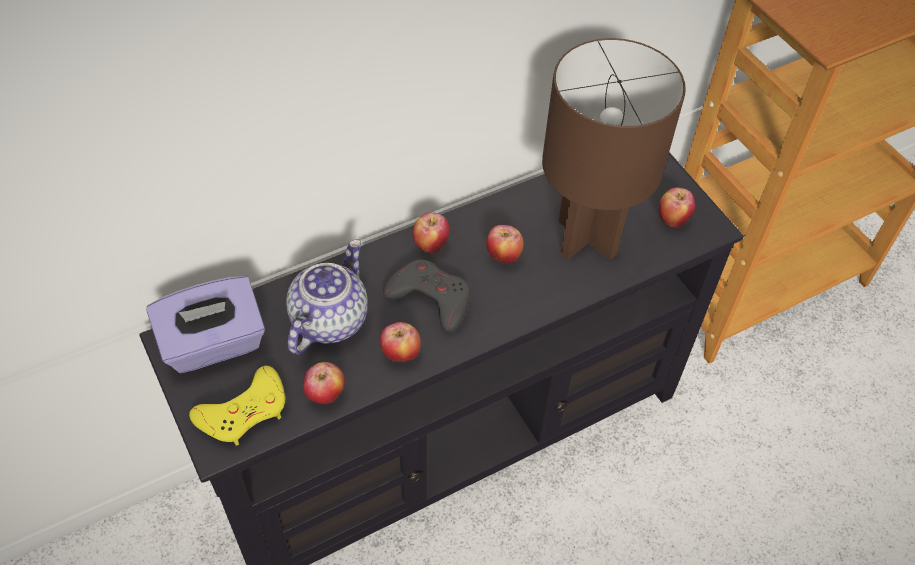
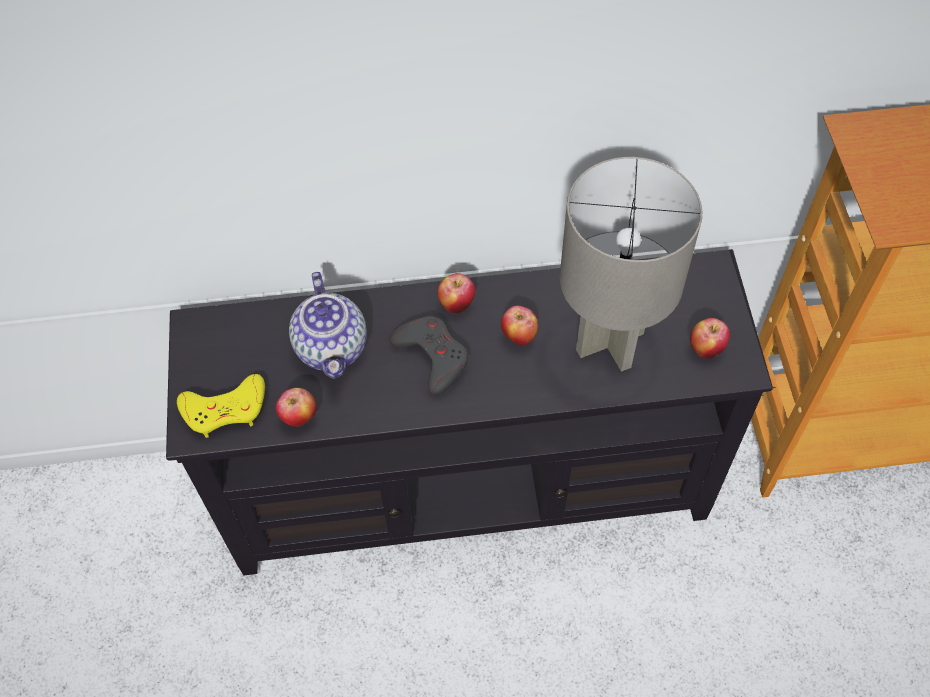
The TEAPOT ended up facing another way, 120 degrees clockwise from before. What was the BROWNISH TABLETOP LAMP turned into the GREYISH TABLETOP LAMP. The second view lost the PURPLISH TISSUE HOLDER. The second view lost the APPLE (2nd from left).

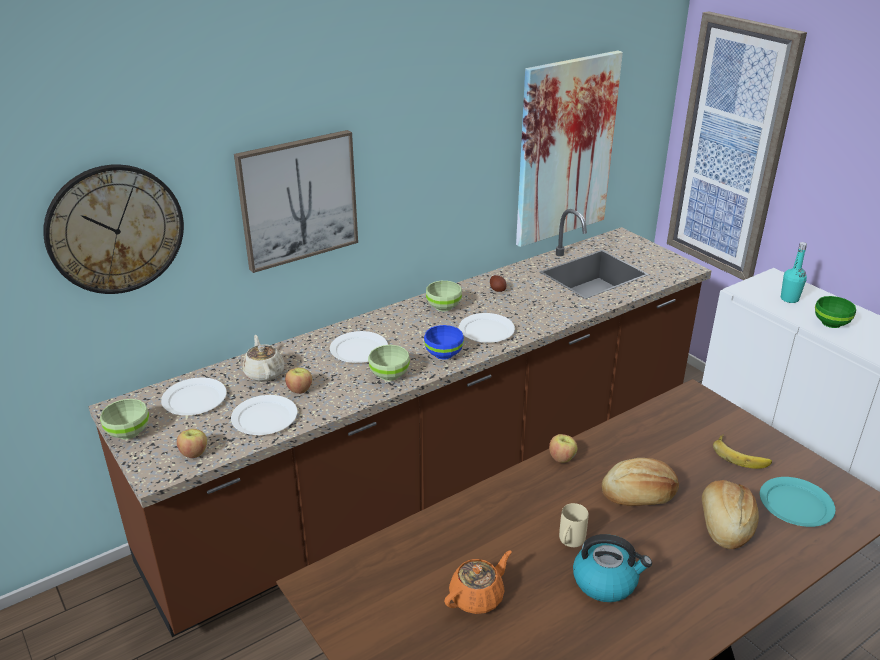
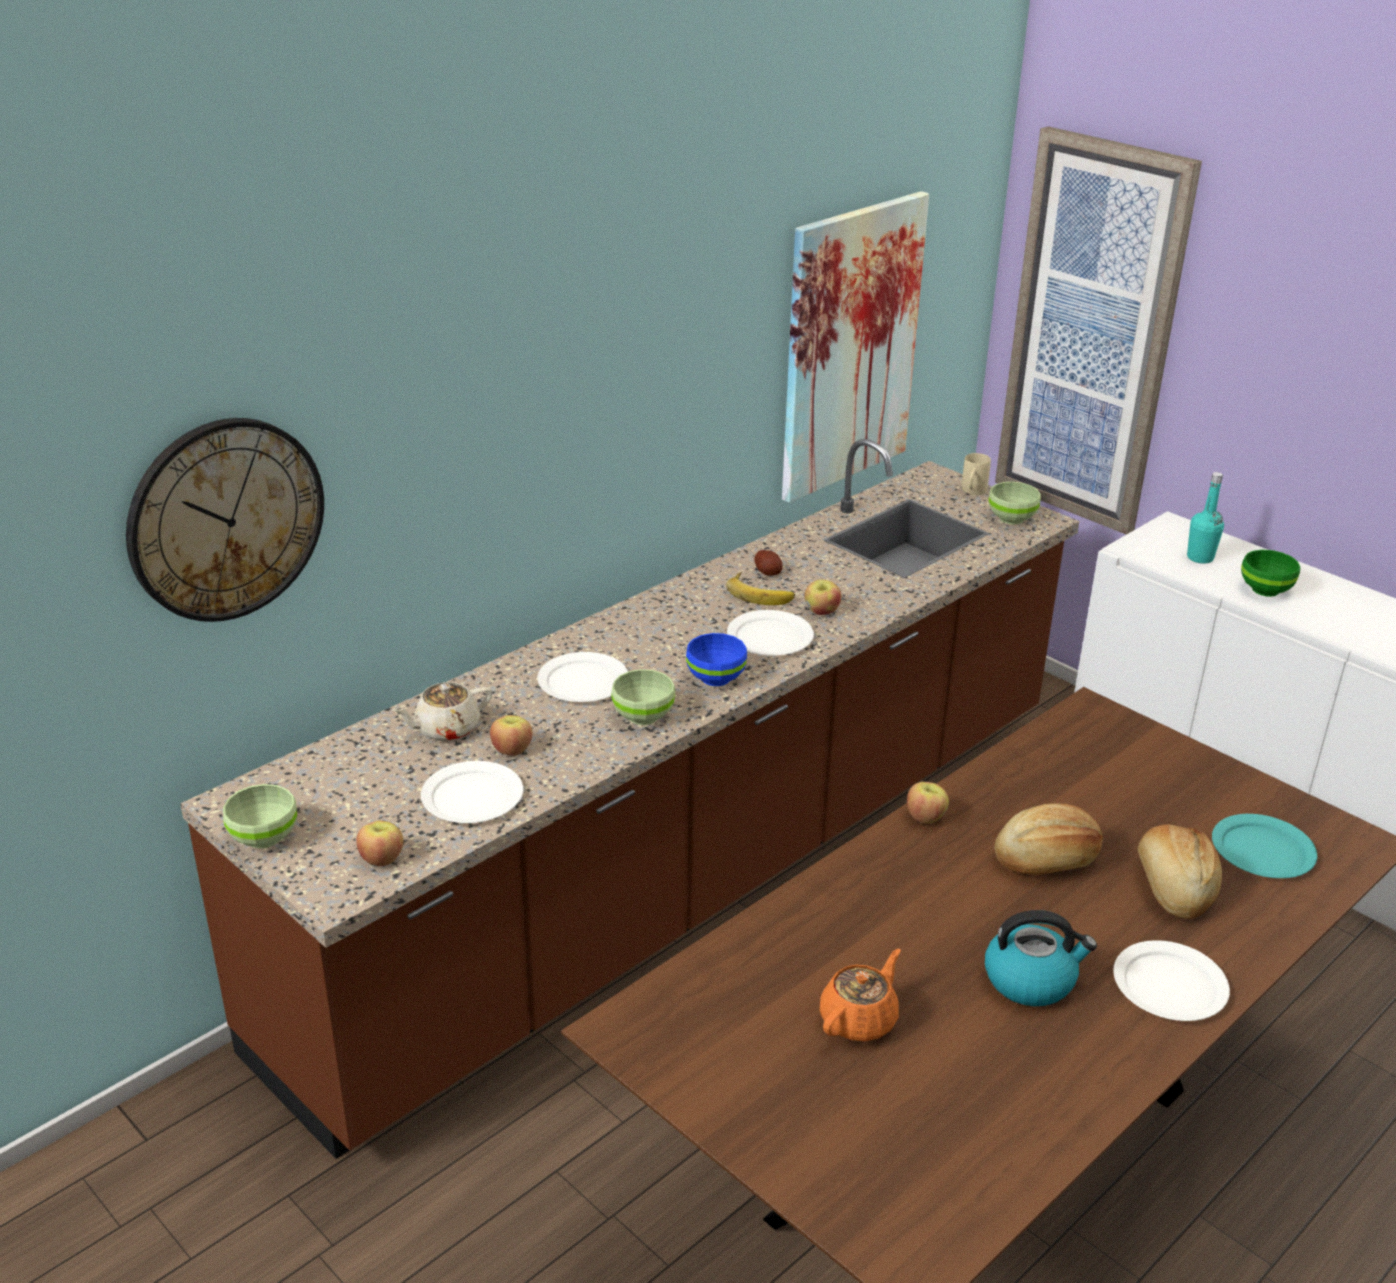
The BEIGE-COLOURED TEAPOT ended up facing another way, 90 degrees counterclockwise from before. The BANANA ended up elsewhere. The second view gained the APPLE (3rd from left). The BEIGE-COLOURED MUG ended up elsewhere. The GREEN SERVING BOWL (3rd from left) ended up elsewhere. The WHITE-COLOURED DINNER PLATE (1st from left in the first image) ended up elsewhere. The second view lost the WALL ART (1st from left).

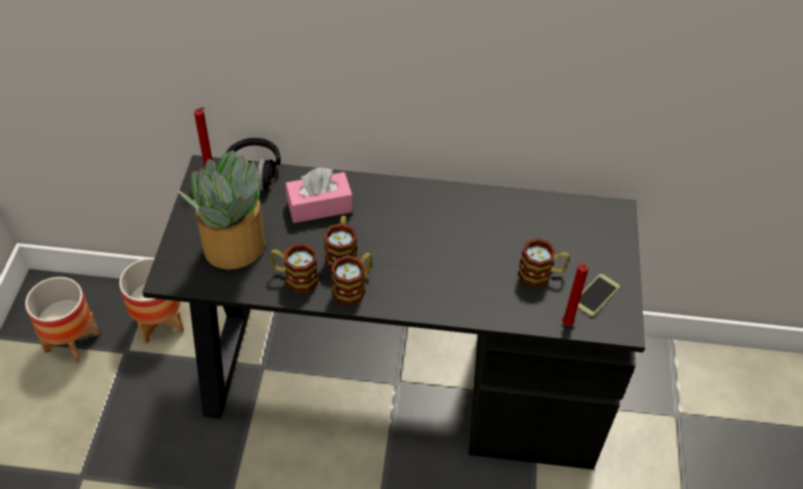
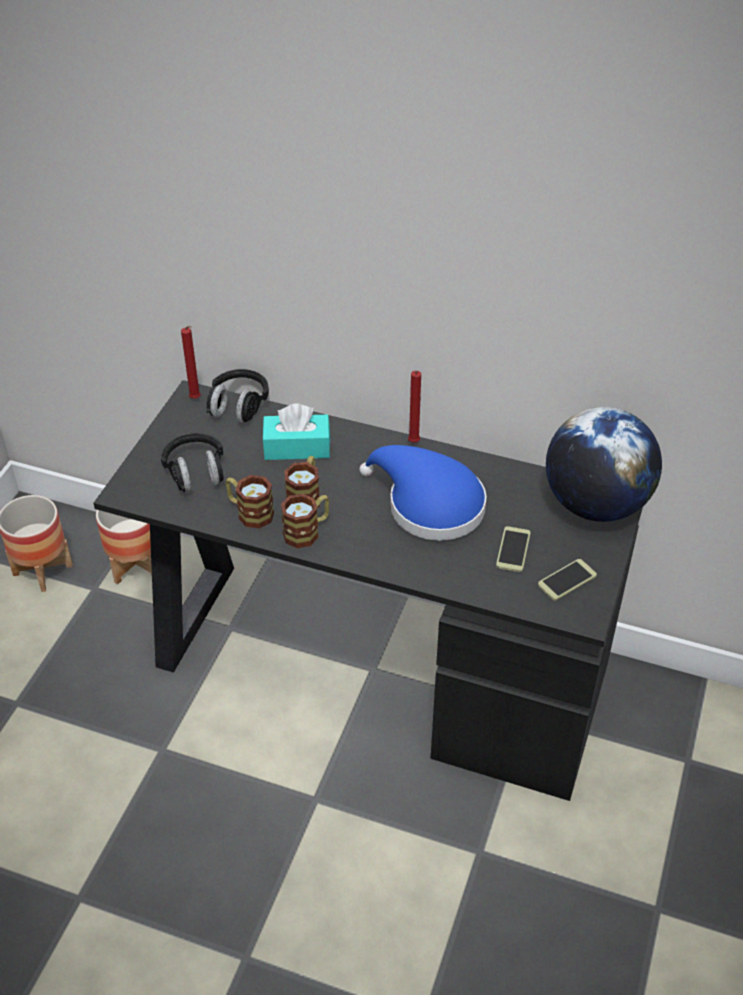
Where the POTTED PLANT stood, the BLACKISH HEADSET (1st from left) came to stand. What was the PINK-COLOURED TISSUE HOLDER turned into the TURQUOISE TISSUE HOLDER. The second view gained the BLUE-COLOURED WEARABLE HAT. The RED WAX LIGHT (2nd from left) ended up elsewhere. Where the MUG (4th from left) stood, the PHONE (1st from left) came to stand. The second view gained the DESK GLOBE.

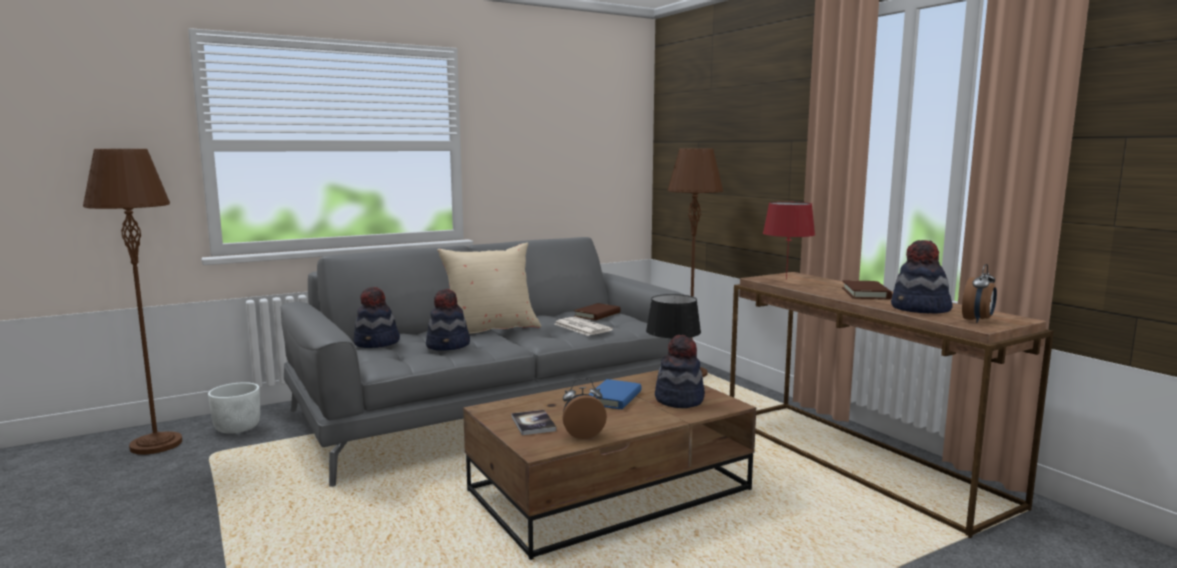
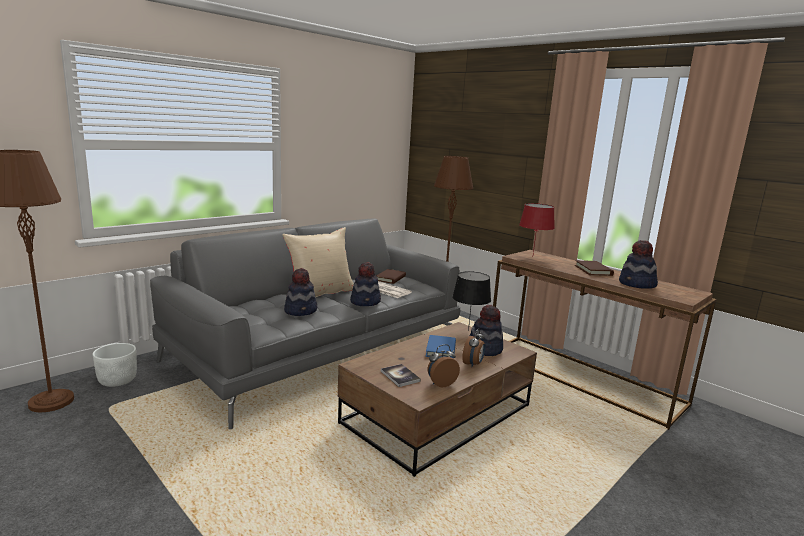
The WEARABLE HAT (1st from left in the first image) ended up elsewhere. The ALARM CLOCK (2nd from left) ended up elsewhere.

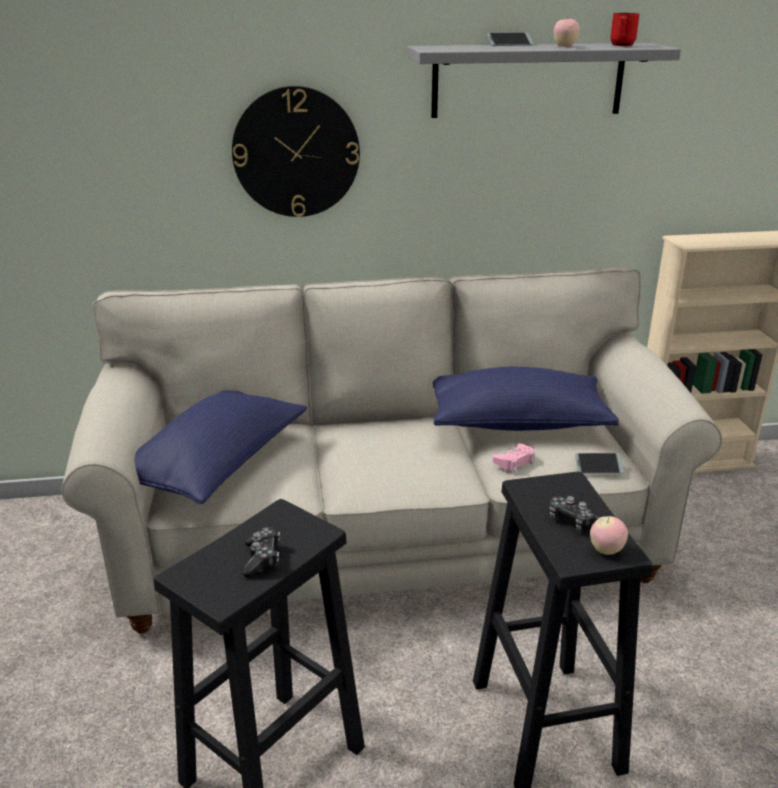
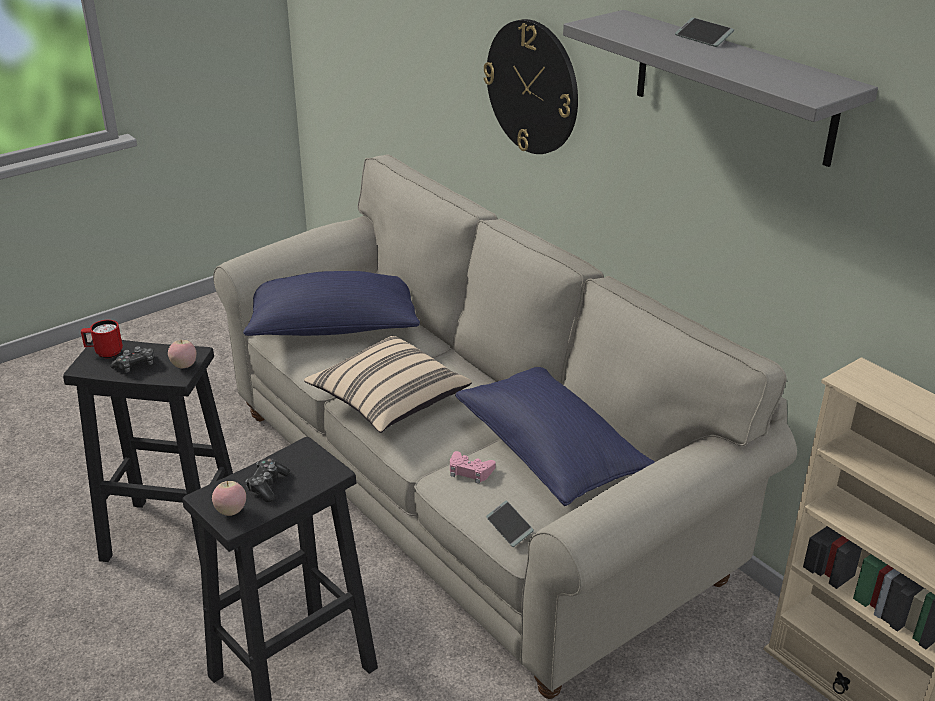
The RED MUG ended up elsewhere. The APPLE (1st from left) ended up elsewhere. The second view gained the BEIGE-COLOURED CUSHION.

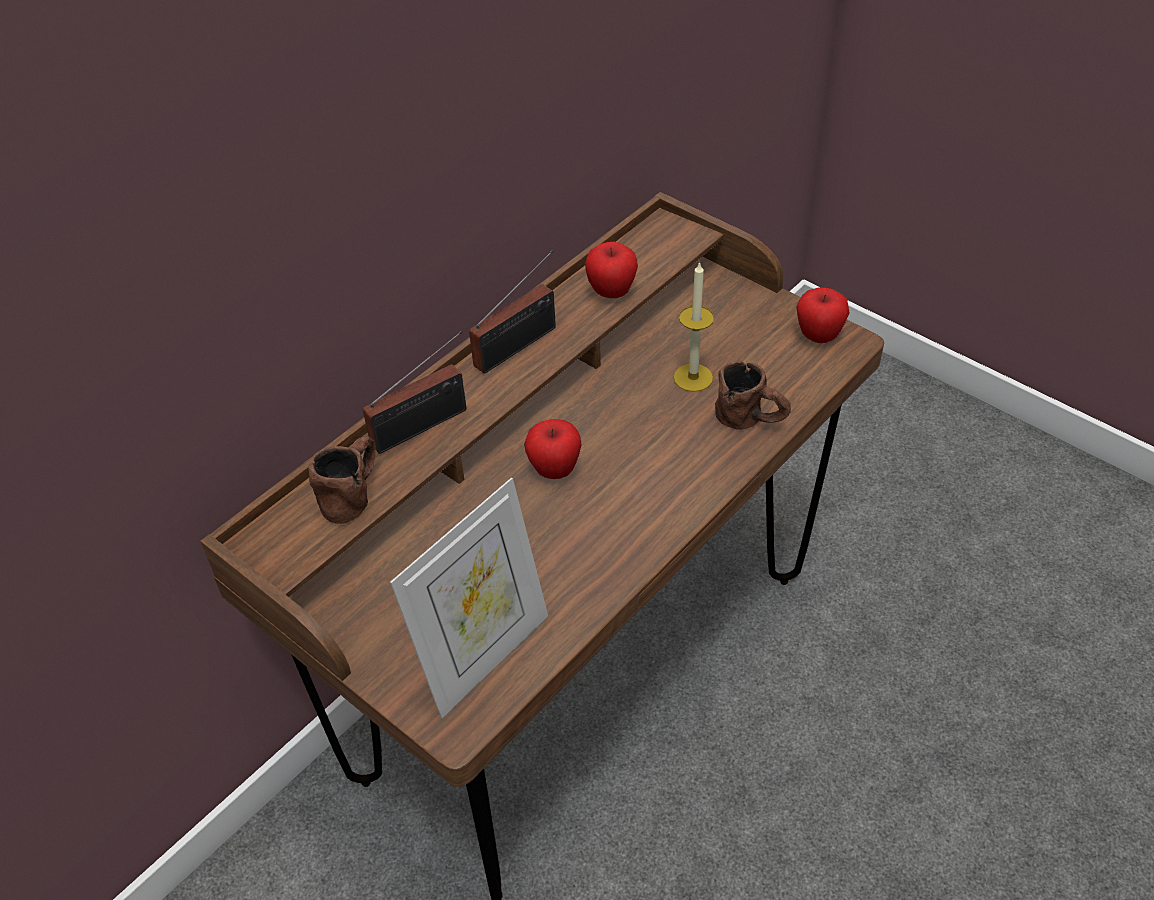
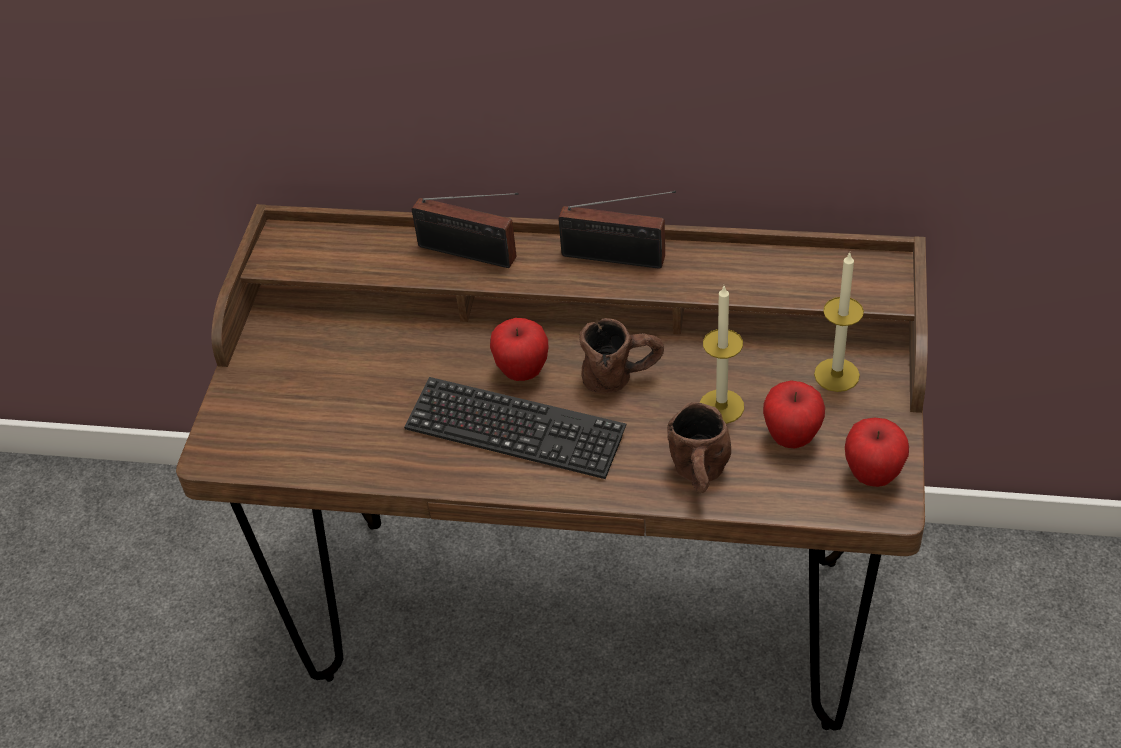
The second view gained the KEYBOARD. The BROWNISH MUG (1st from left) ended up elsewhere. The APPLE (2nd from left) ended up elsewhere. The second view gained the WAX LIGHT (2nd from left). The second view lost the STANDING FRAME.

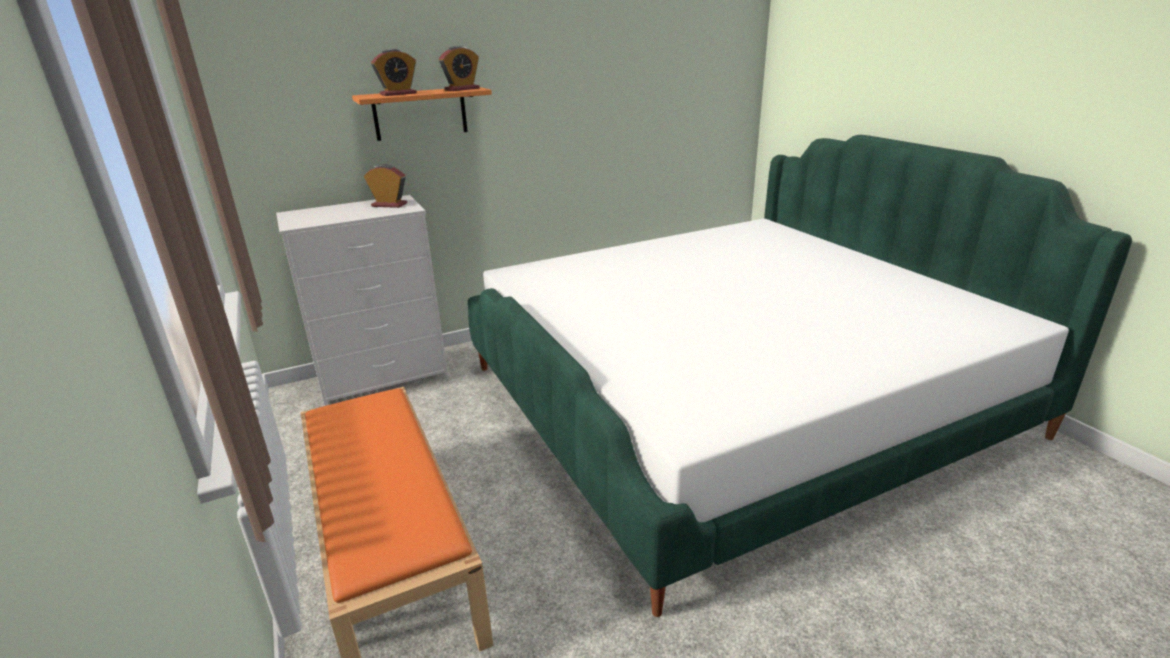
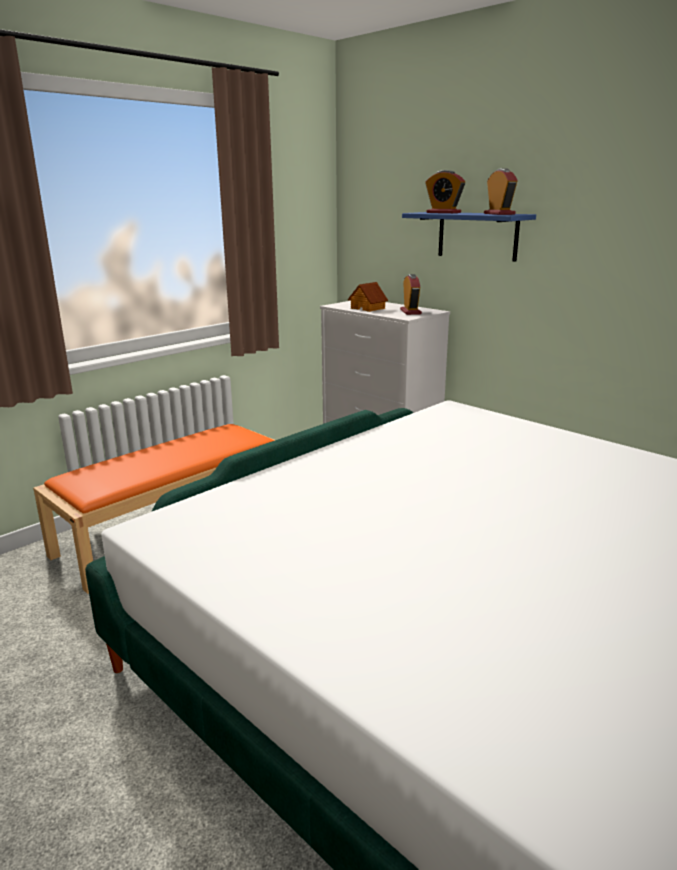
The second view gained the TOY HOUSE. What was the ORANGEY WALL SHELF turned into the BLUE-COLOURED WALL SHELF. The ALARM CLOCK (3rd from left) ended up facing another way, 135 degrees counterclockwise from before.

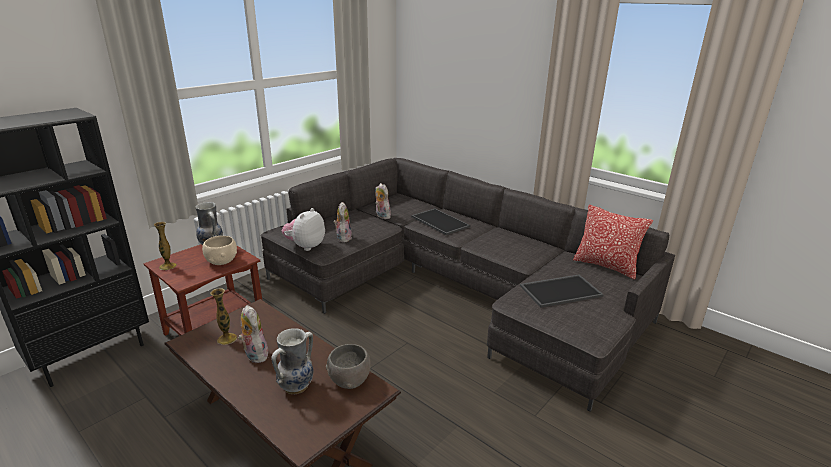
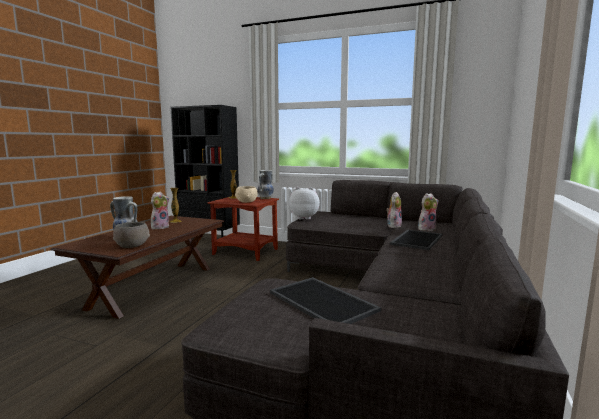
The SOFT TOY (3rd from left in the first image) ended up elsewhere. The second view lost the CUSHION.

